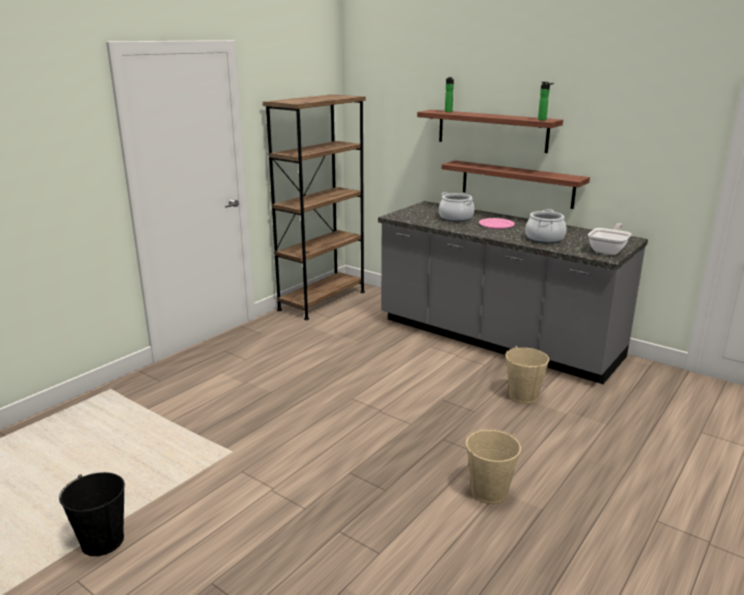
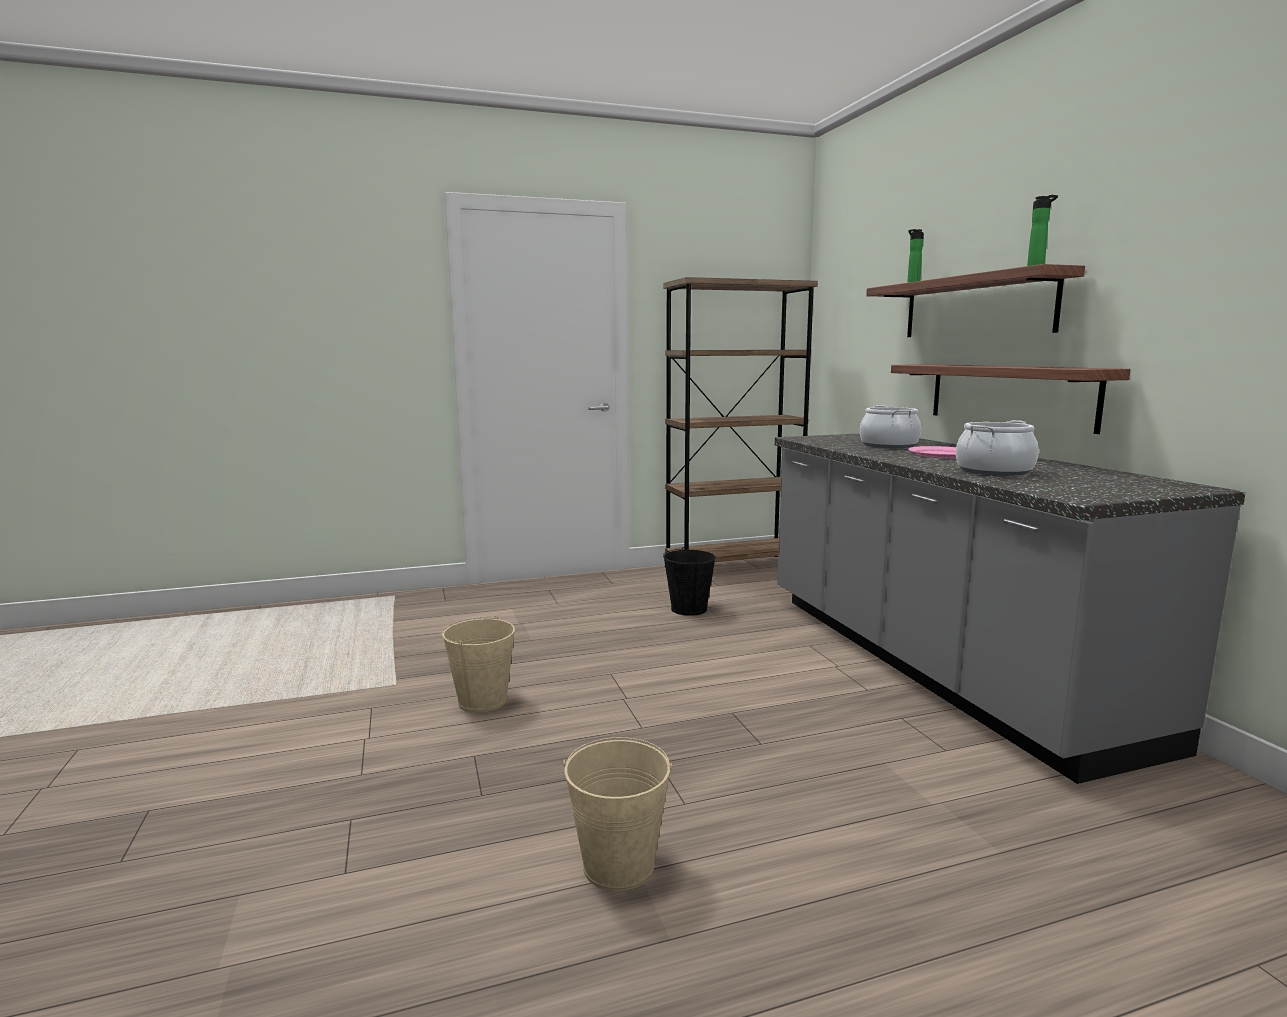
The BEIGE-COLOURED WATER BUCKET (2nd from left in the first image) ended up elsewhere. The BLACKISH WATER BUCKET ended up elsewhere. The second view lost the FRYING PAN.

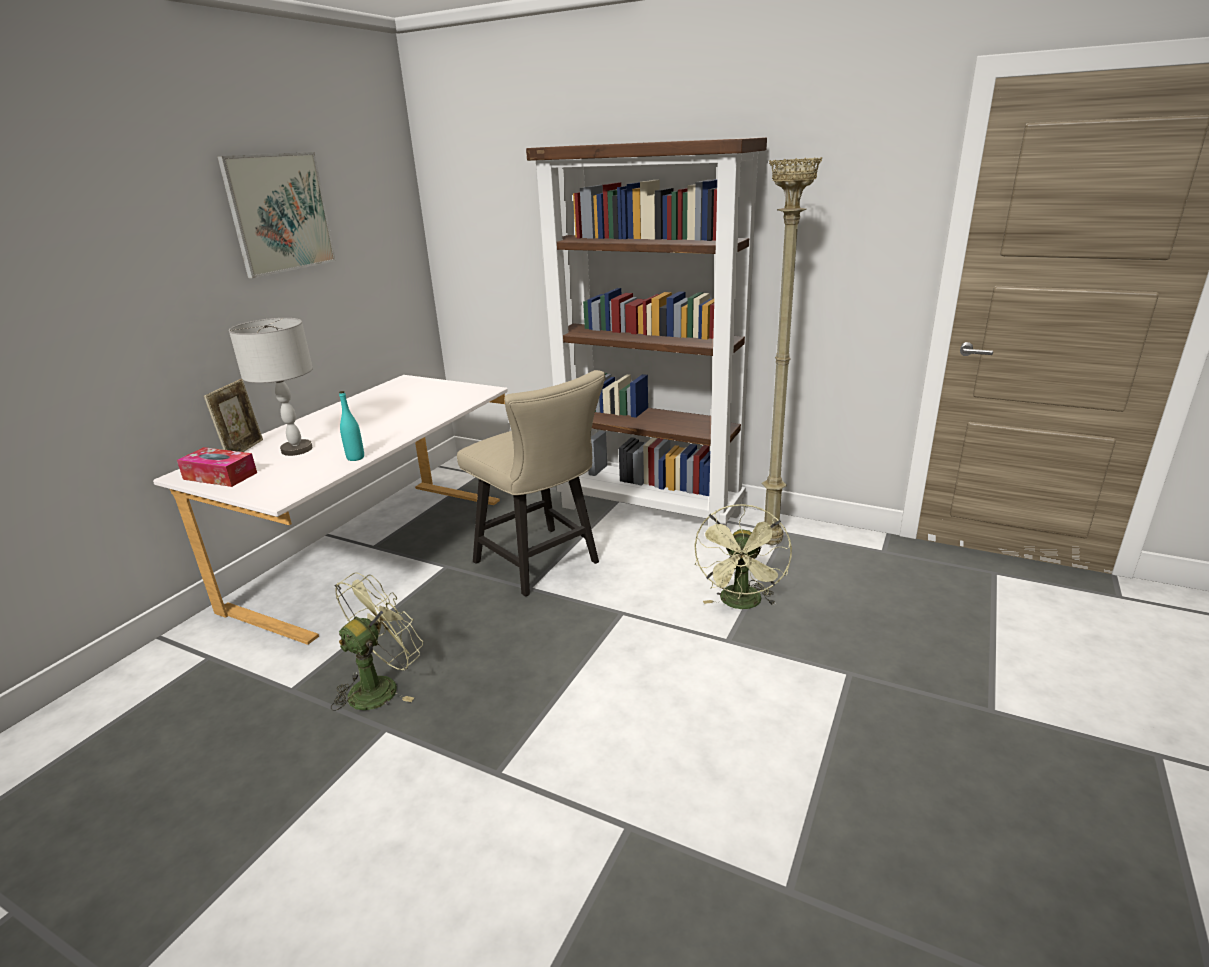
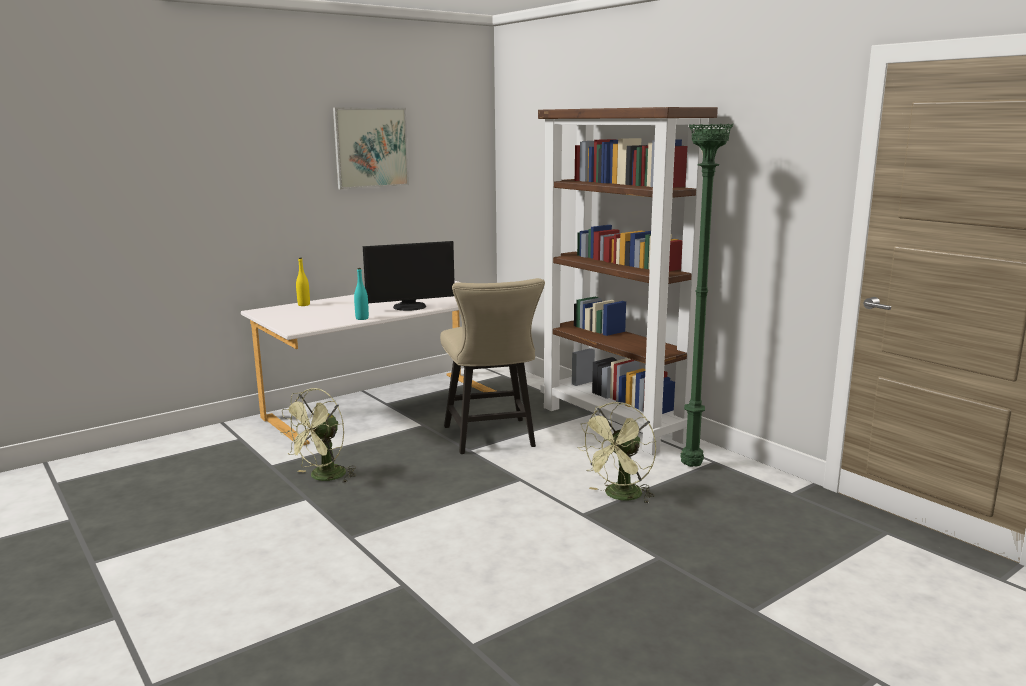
The GREEN ELECTRIC FAN (1st from left) ended up facing another way, 150 degrees clockwise from before. Where the STANDING FRAME stood, the YELLOW-COLOURED BOTTLE came to stand. The second view gained the MONITOR. What was the BEIGE-COLOURED STANDING LAMP turned into the GREEN STANDING LAMP. The second view lost the TISSUE HOLDER. The second view lost the GREYISH TABLETOP LAMP.

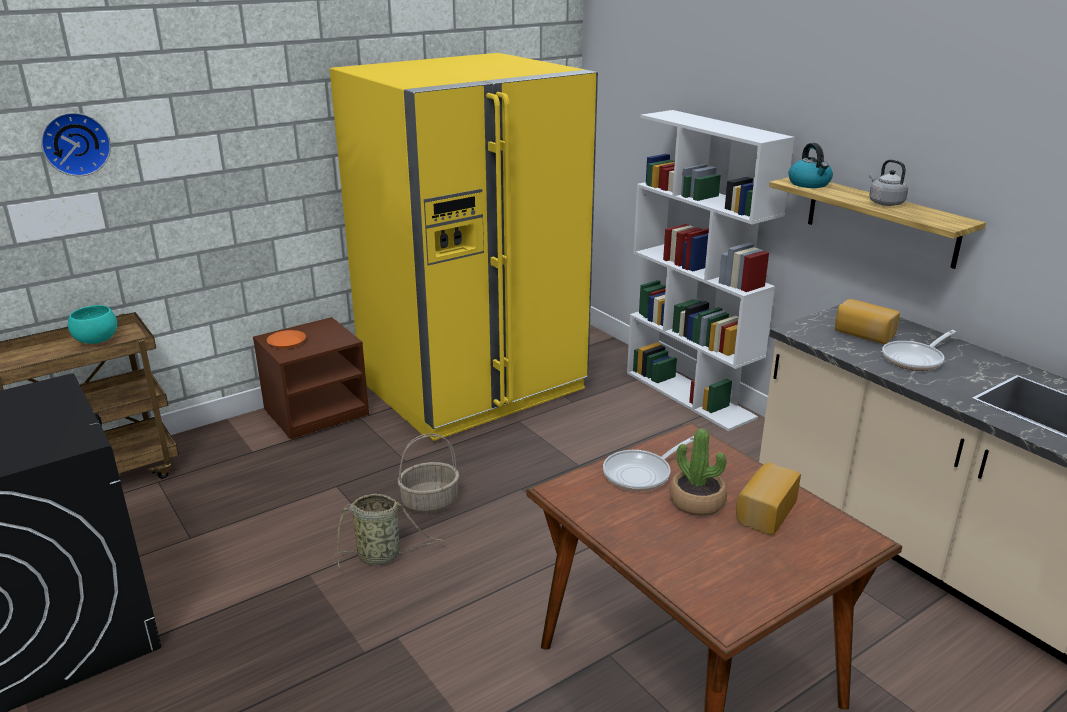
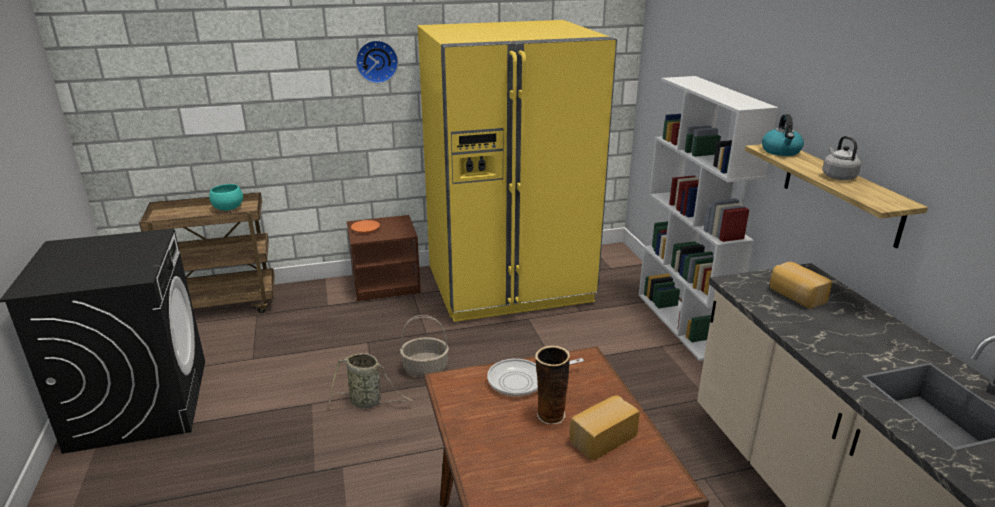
The WALL CLOCK ended up elsewhere. Where the POTTED PLANT stood, the FLOWER VASE came to stand. The second view lost the FRYING PAN (2nd from left).

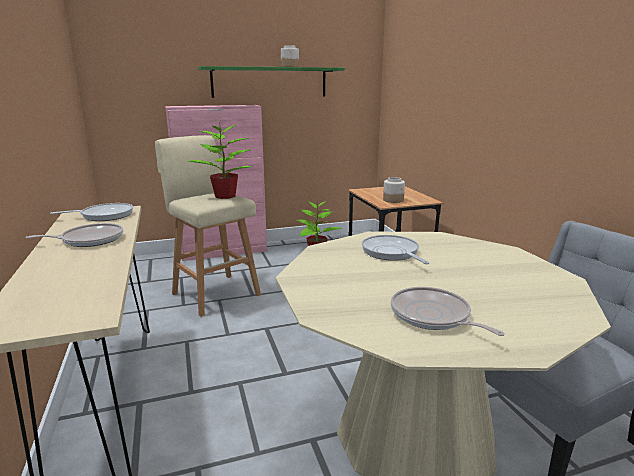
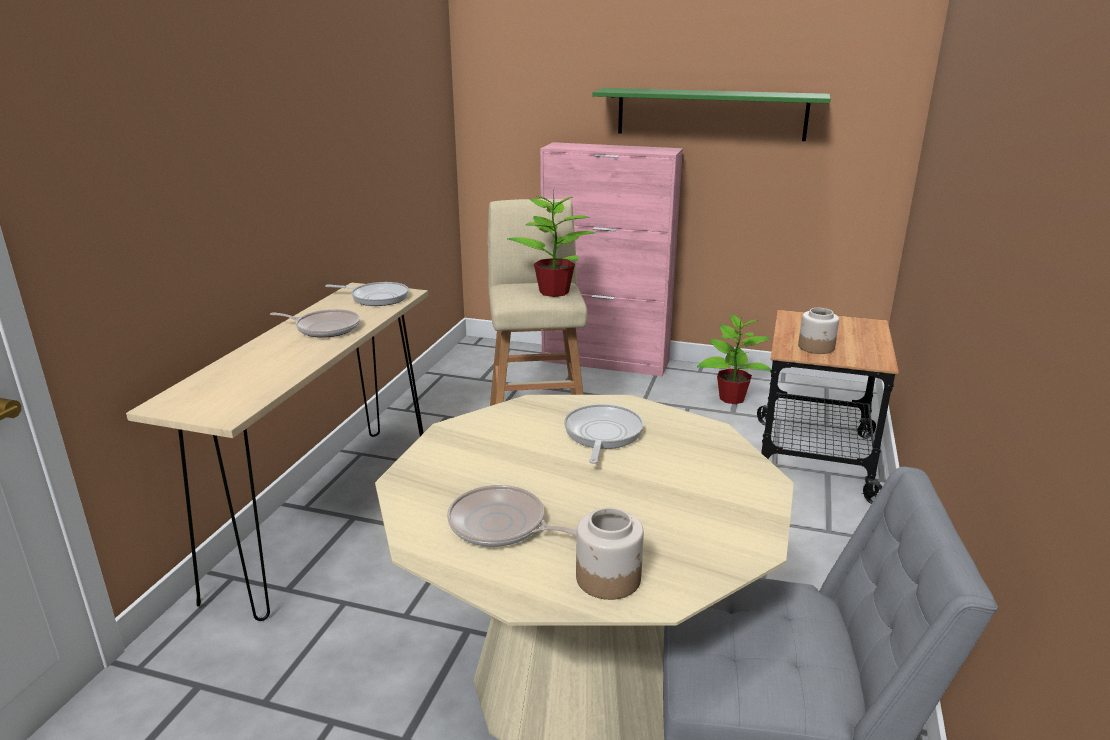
The FRYING PAN (4th from left in the first image) ended up facing another way, 60 degrees counterclockwise from before. The JAR (1st from left) ended up elsewhere.

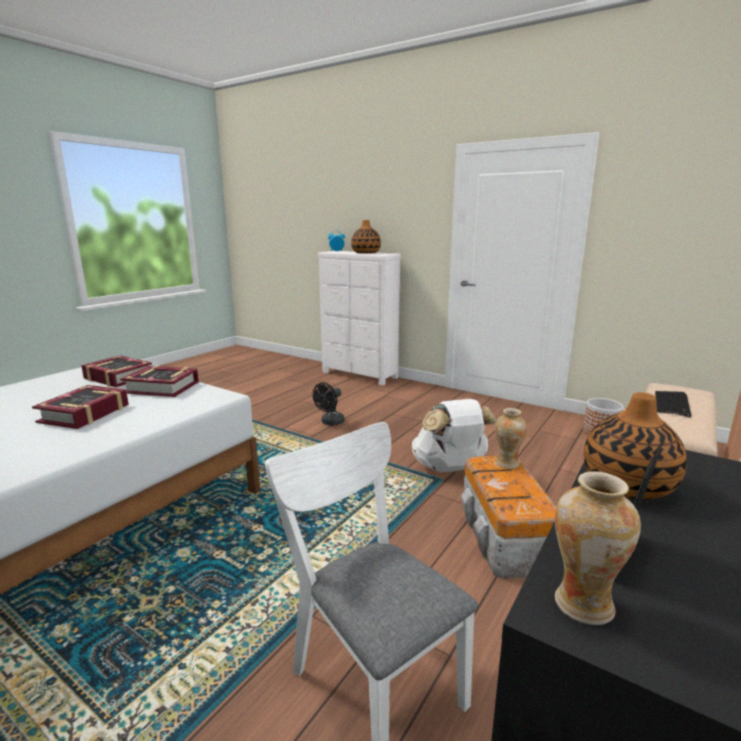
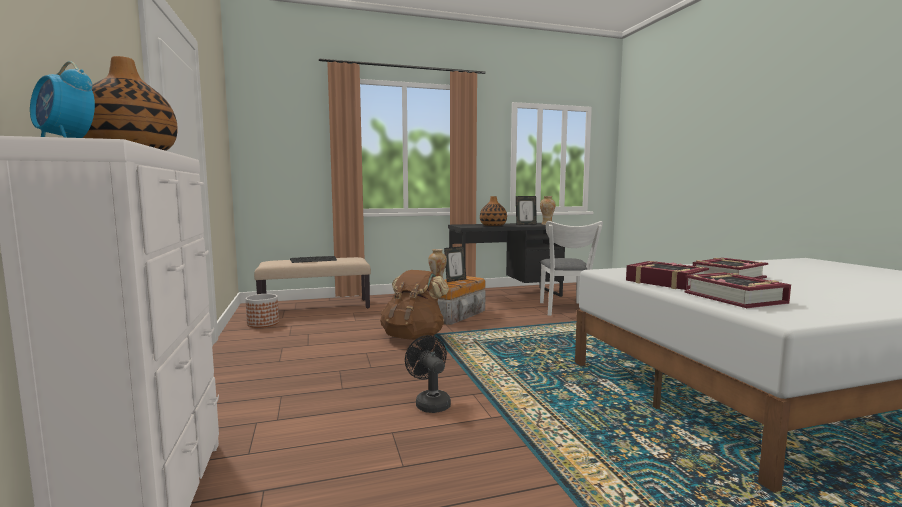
What was the WHITE-COLOURED RUCKSACK turned into the BROWNISH RUCKSACK. The BLACKISH ELECTRIC FAN ended up facing another way, 105 degrees counterclockwise from before. The second view gained the STANDING FRAME (1st from left).

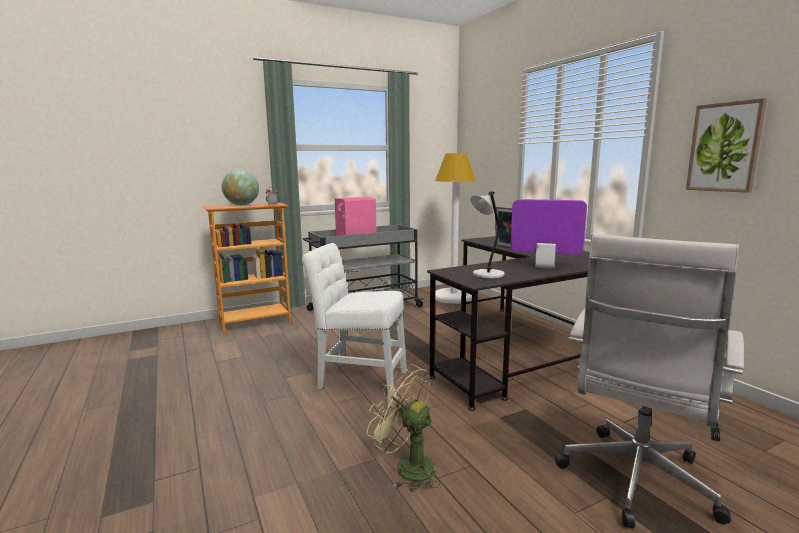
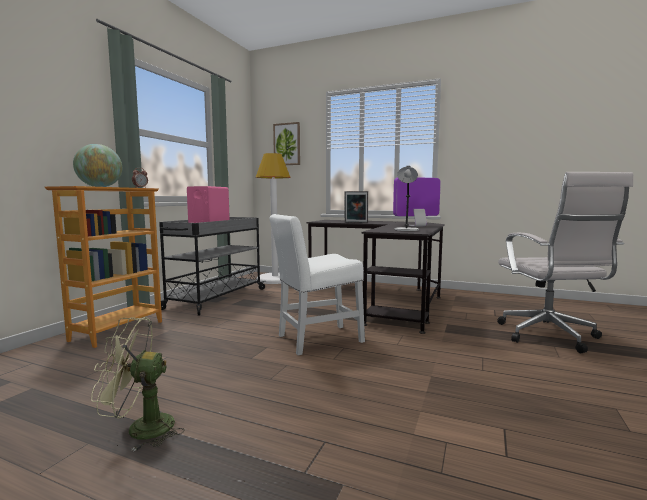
The GREEN ELECTRIC FAN ended up elsewhere. The WALL ART ended up elsewhere.

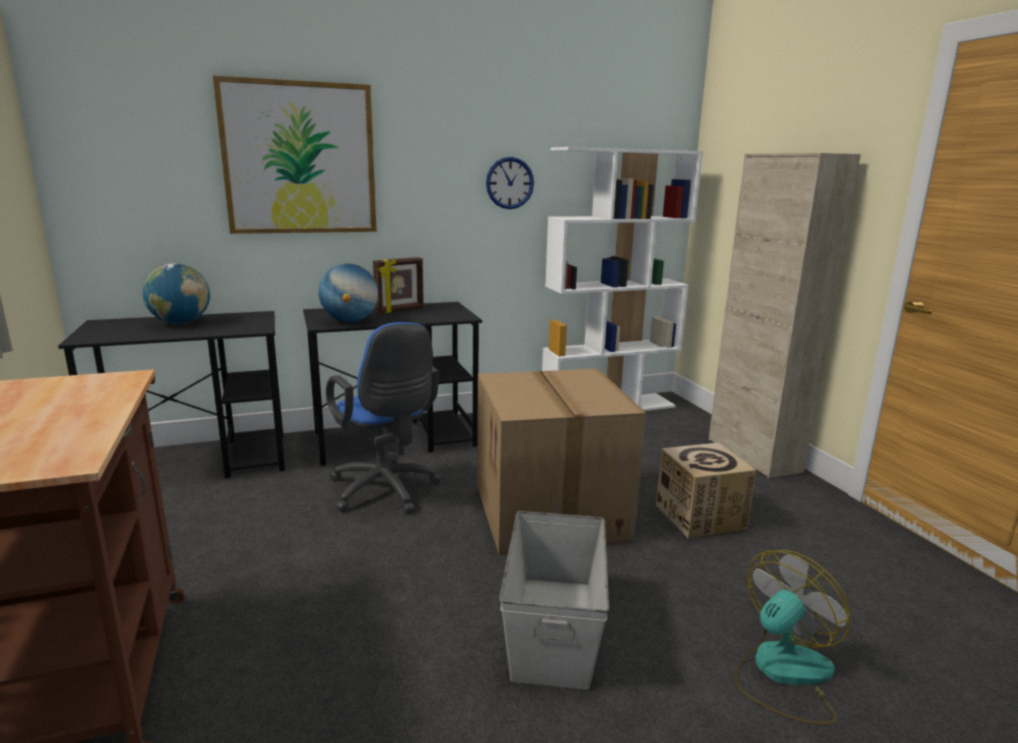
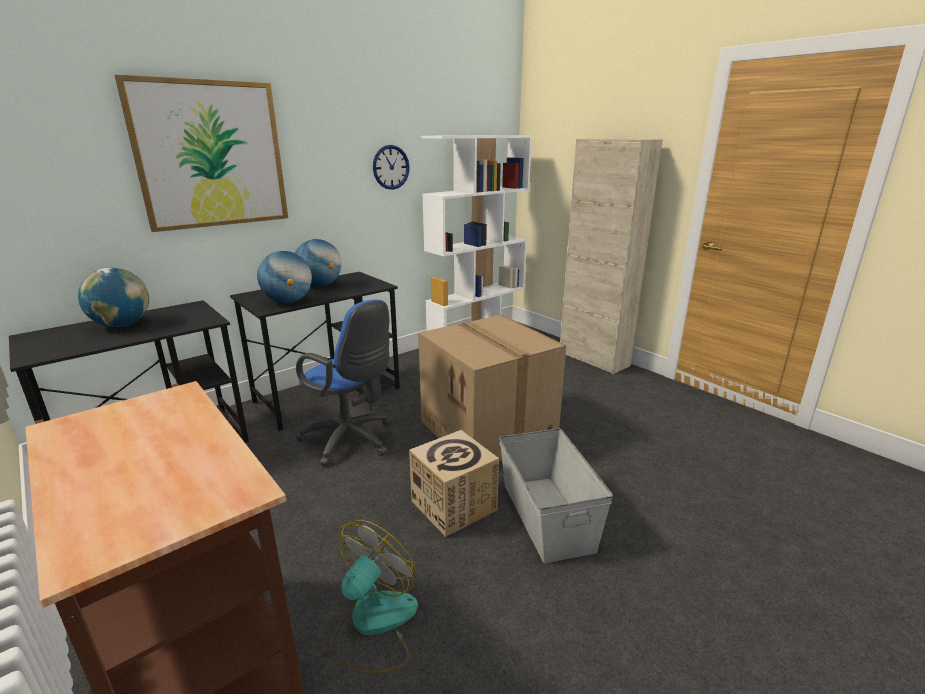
Where the STANDING FRAME stood, the DESK GLOBE (3rd from left) came to stand. The ELECTRIC FAN ended up elsewhere. The CARDBOARD BOX (2nd from left in the first image) ended up elsewhere.

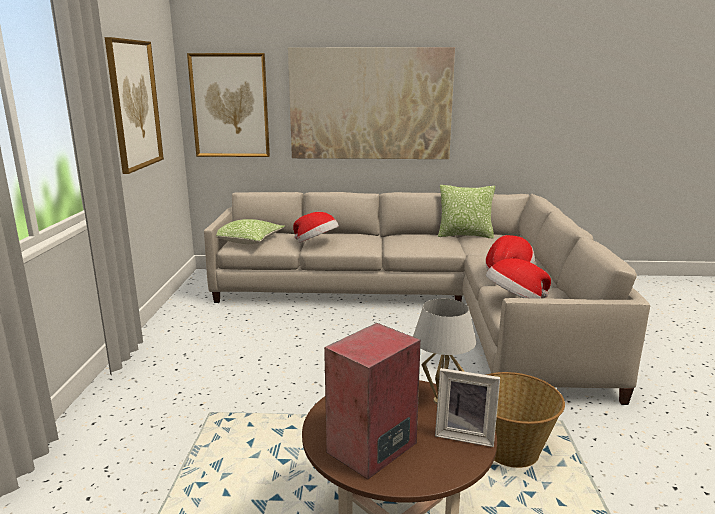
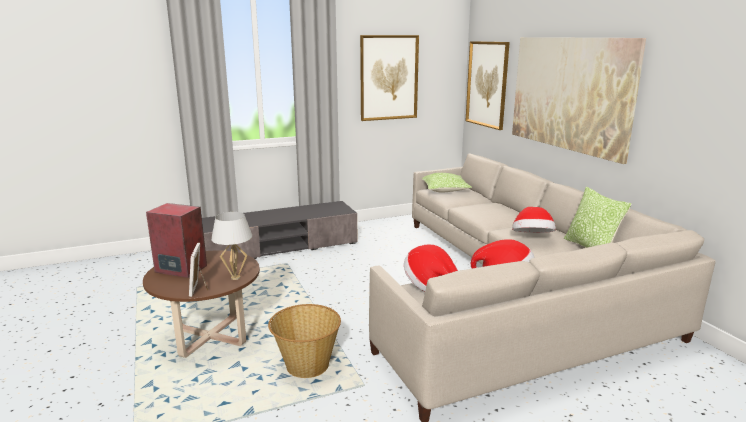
The second view gained the GREYISH TV UNIT. The WEARABLE HAT (1st from left in the first image) ended up elsewhere.

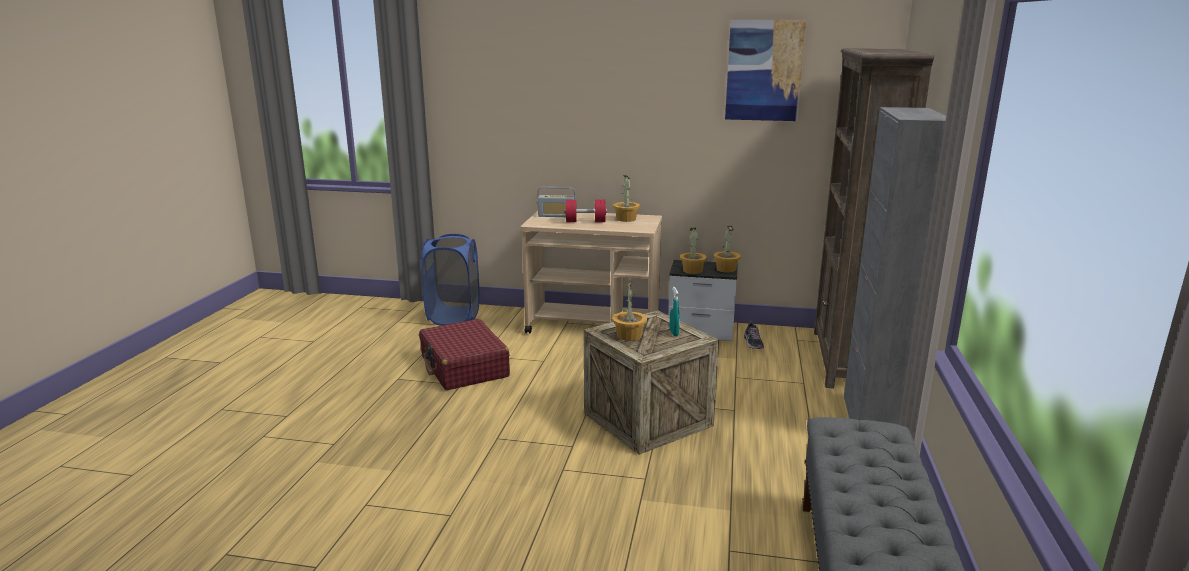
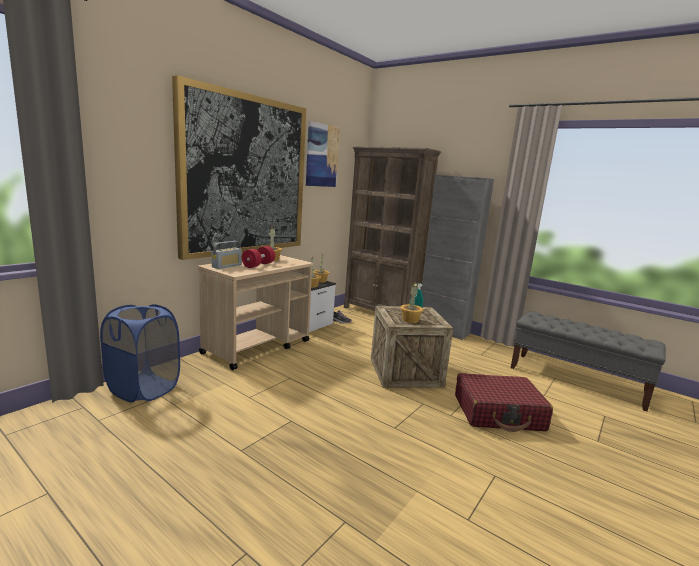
The second view gained the WALL ART (1st from left). The RED PIECE OF LUGGAGE ended up elsewhere.

